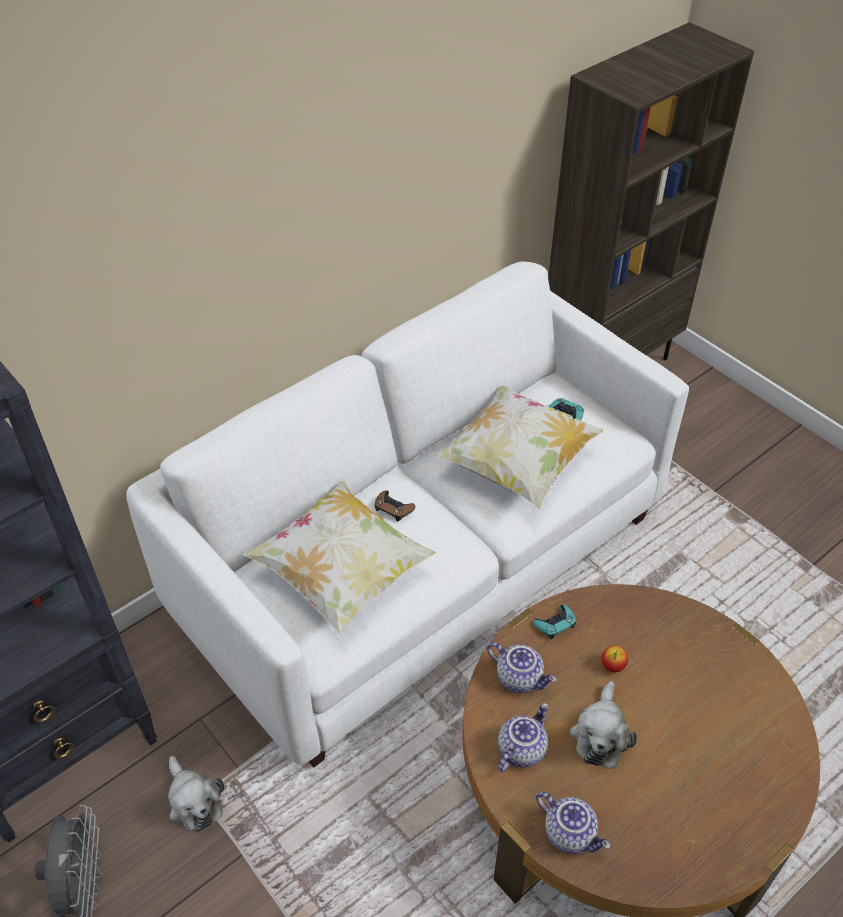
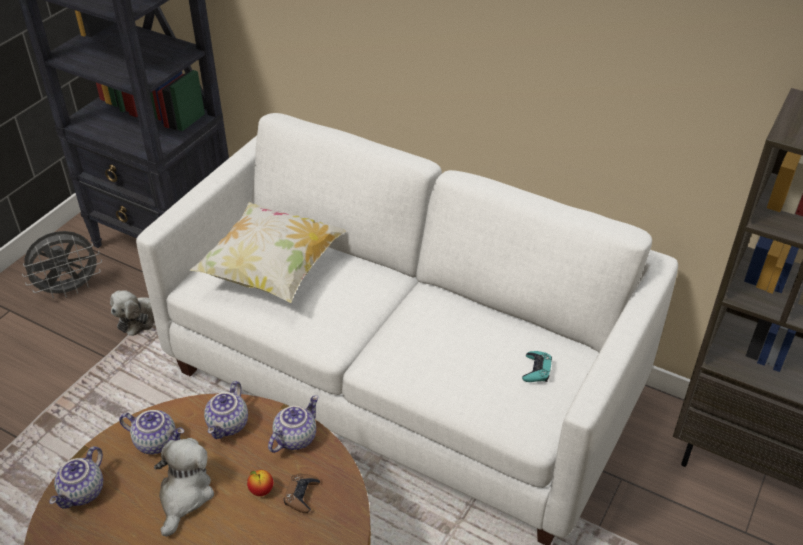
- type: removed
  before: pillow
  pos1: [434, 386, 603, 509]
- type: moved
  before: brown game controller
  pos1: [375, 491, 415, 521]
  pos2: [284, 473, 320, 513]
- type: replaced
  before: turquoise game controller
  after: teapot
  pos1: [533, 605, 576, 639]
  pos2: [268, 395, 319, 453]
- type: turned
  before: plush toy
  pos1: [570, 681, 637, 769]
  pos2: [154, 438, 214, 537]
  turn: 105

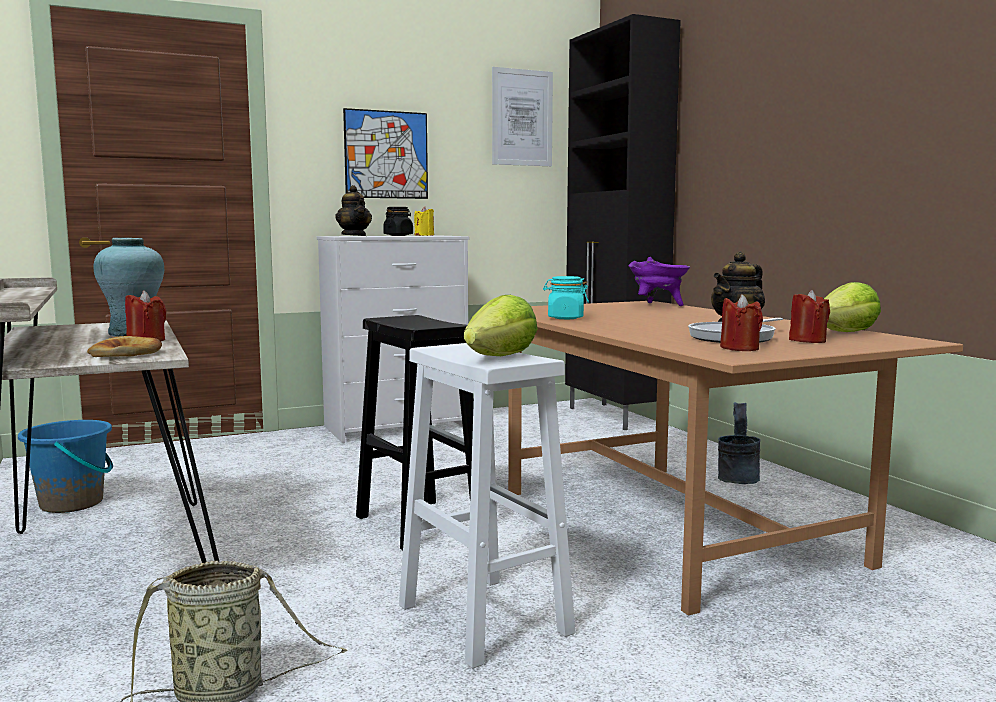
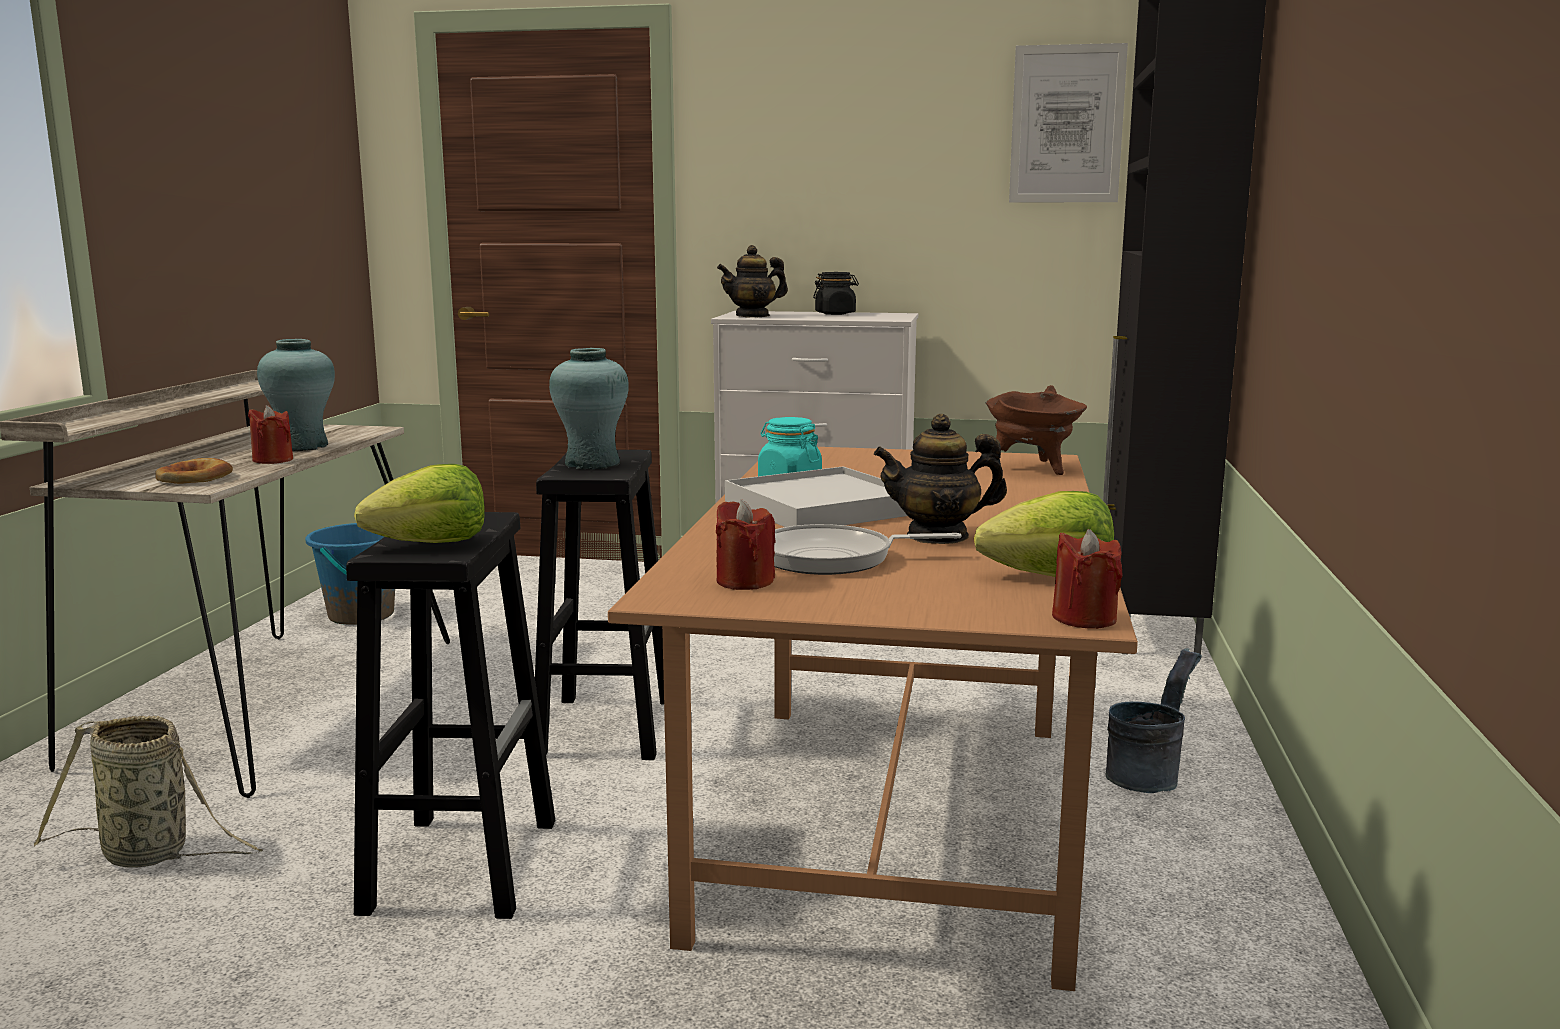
- type: removed
  before: picture
  pos1: [343, 108, 428, 199]
- type: turned
  before: teapot
  pos1: [335, 185, 372, 236]
  pos2: [717, 245, 788, 317]
  turn: 60
- type: removed
  before: yellow candle
  pos1: [414, 207, 434, 236]
- type: recoloured
  before: purple cooking pot
  after: brown cooking pot
  pos1: [628, 257, 690, 306]
  pos2: [985, 385, 1087, 475]
- type: moved
  before: red candle
  pos1: [789, 290, 830, 343]
  pos2: [1052, 529, 1123, 629]
- type: recoloured
  before: white stool
  after: black stool
  pos1: [399, 343, 576, 669]
  pos2: [346, 512, 555, 919]
- type: added
  after: turquoise vase
  pos2: [549, 348, 629, 469]
- type: added
  after: white tray
  pos2: [725, 467, 908, 527]

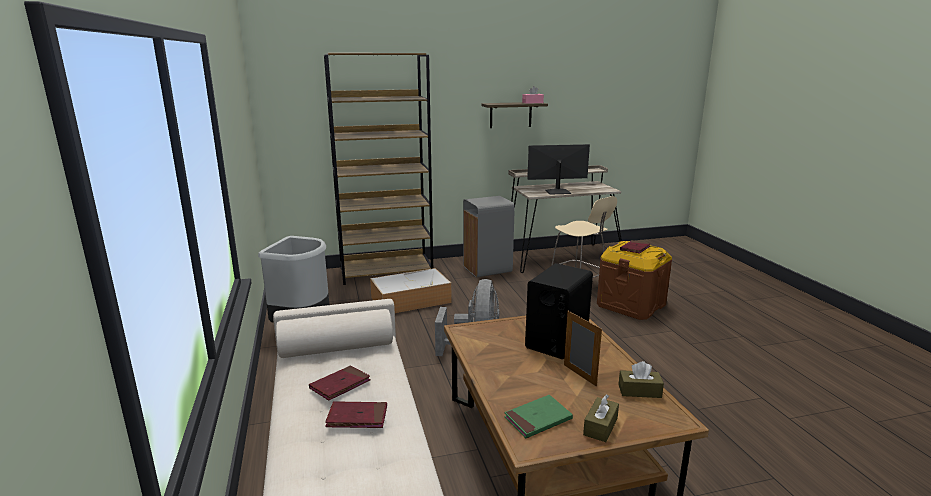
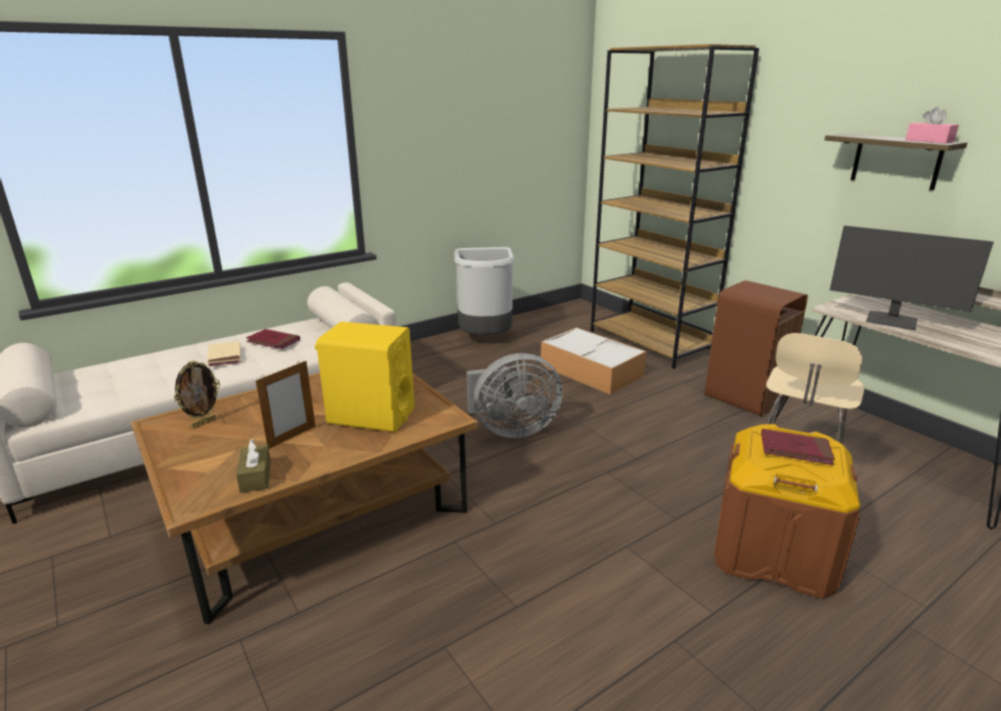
- type: turned
  before: monitor
  pos1: [527, 144, 590, 195]
  pos2: [830, 225, 994, 330]
  turn: 150
- type: recoloured
  before: grey trash can
  after: brown trash can
  pos1: [463, 196, 515, 277]
  pos2: [705, 280, 808, 417]
- type: recoloured
  before: black speaker
  after: yellow speaker
  pos1: [525, 263, 593, 359]
  pos2: [315, 322, 414, 432]
- type: removed
  before: brown tissue box
  pos1: [583, 394, 619, 442]
- type: replaced
  before: green book
  after: picture frame
  pos1: [504, 395, 573, 438]
  pos2: [174, 361, 220, 429]
- type: recoloured
  before: red book
  after: beige book
  pos1: [325, 401, 387, 428]
  pos2: [207, 341, 241, 367]

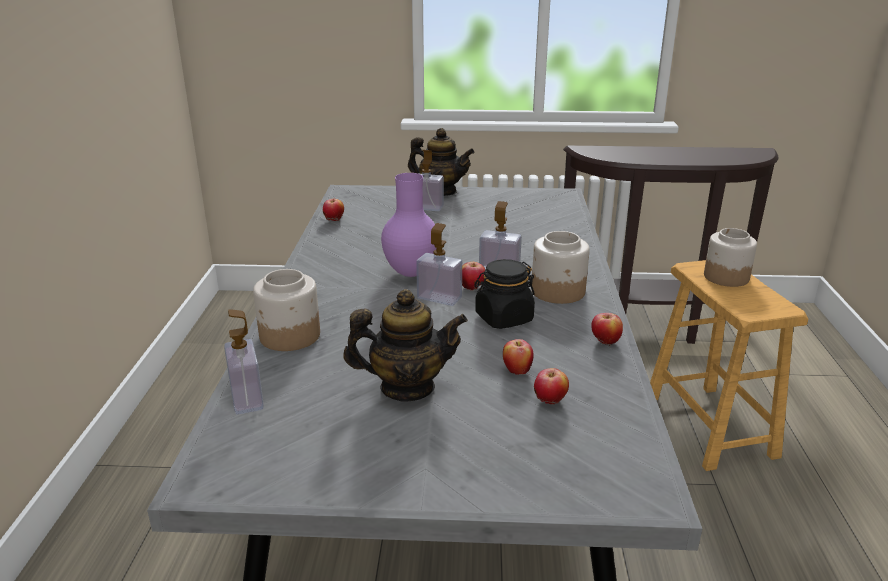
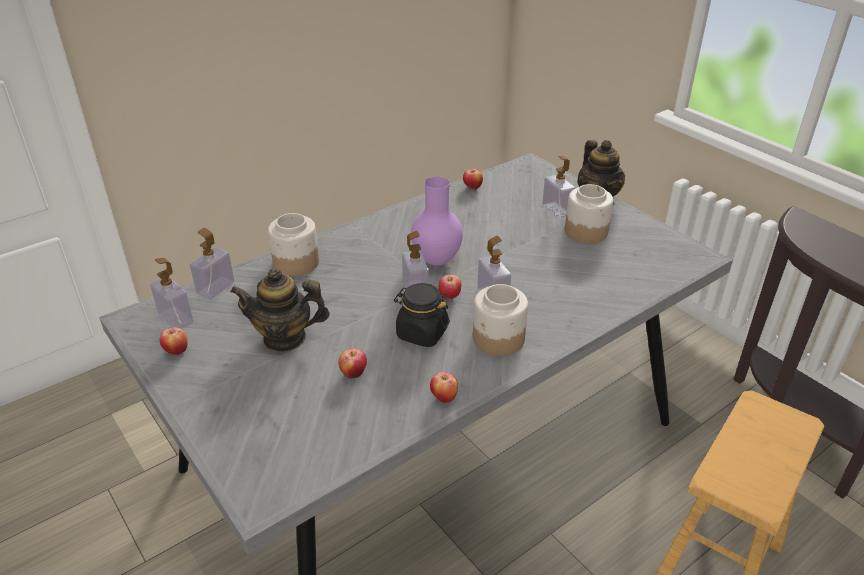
- type: moved
  before: jar
  pos1: [704, 228, 757, 287]
  pos2: [565, 184, 613, 244]
- type: turned
  before: teapot
  pos1: [343, 289, 468, 402]
  pos2: [230, 268, 330, 352]
  turn: 135
- type: moved
  before: apple
  pos1: [534, 368, 569, 404]
  pos2: [159, 327, 188, 355]
- type: added
  after: soap dispenser
  pos2: [150, 258, 193, 329]

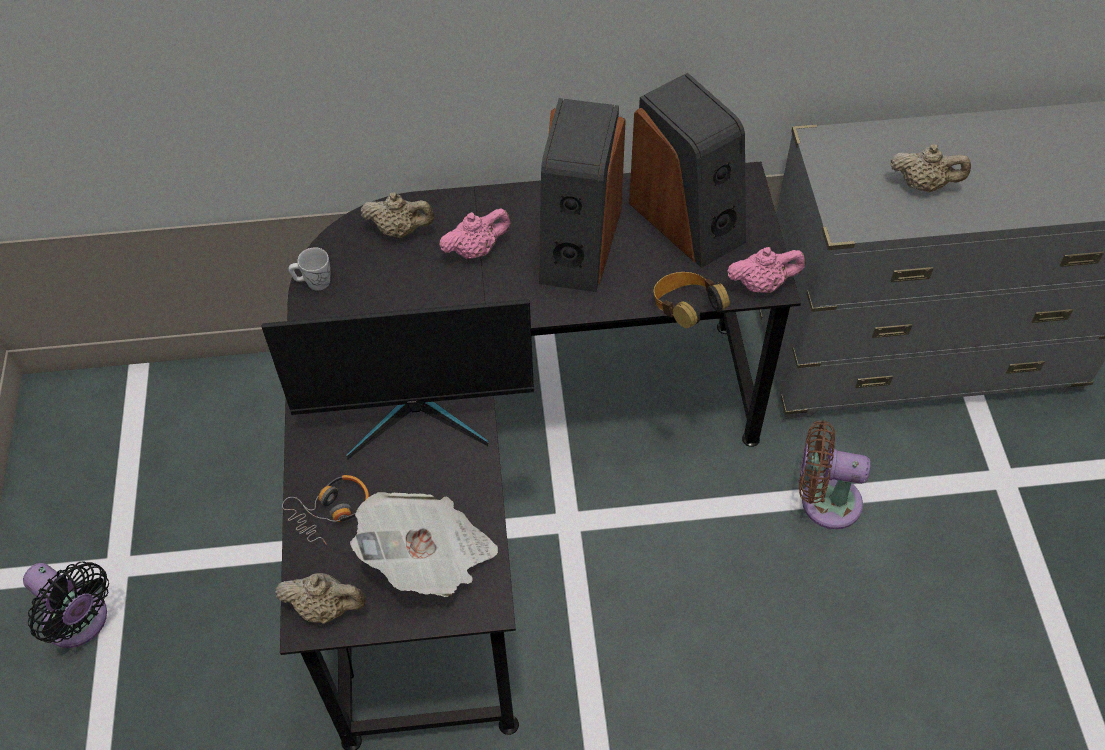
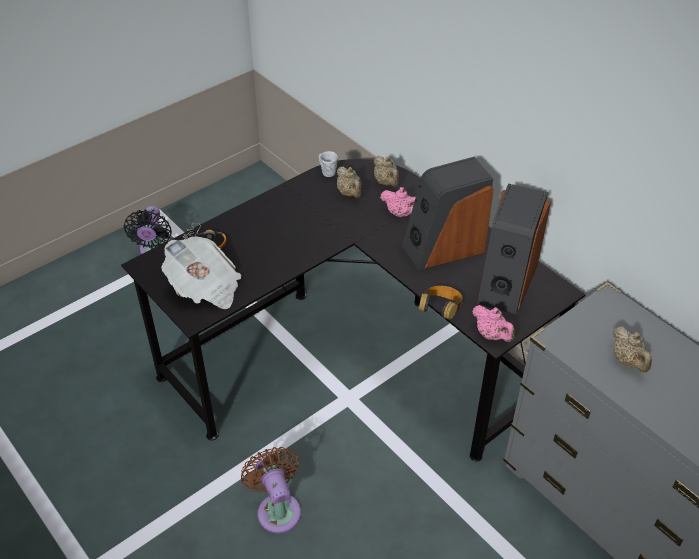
- type: removed
  before: monitor
  pos1: [262, 299, 534, 459]
- type: moved
  before: brown fan
  pos1: [799, 420, 871, 529]
  pos2: [241, 447, 301, 533]
- type: moved
  before: beige teapot
  pos1: [275, 573, 366, 624]
  pos2: [336, 166, 362, 198]

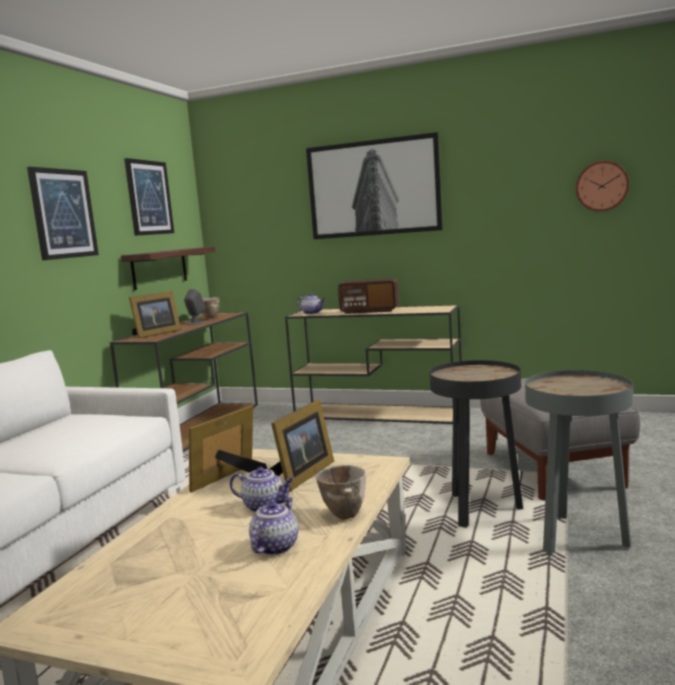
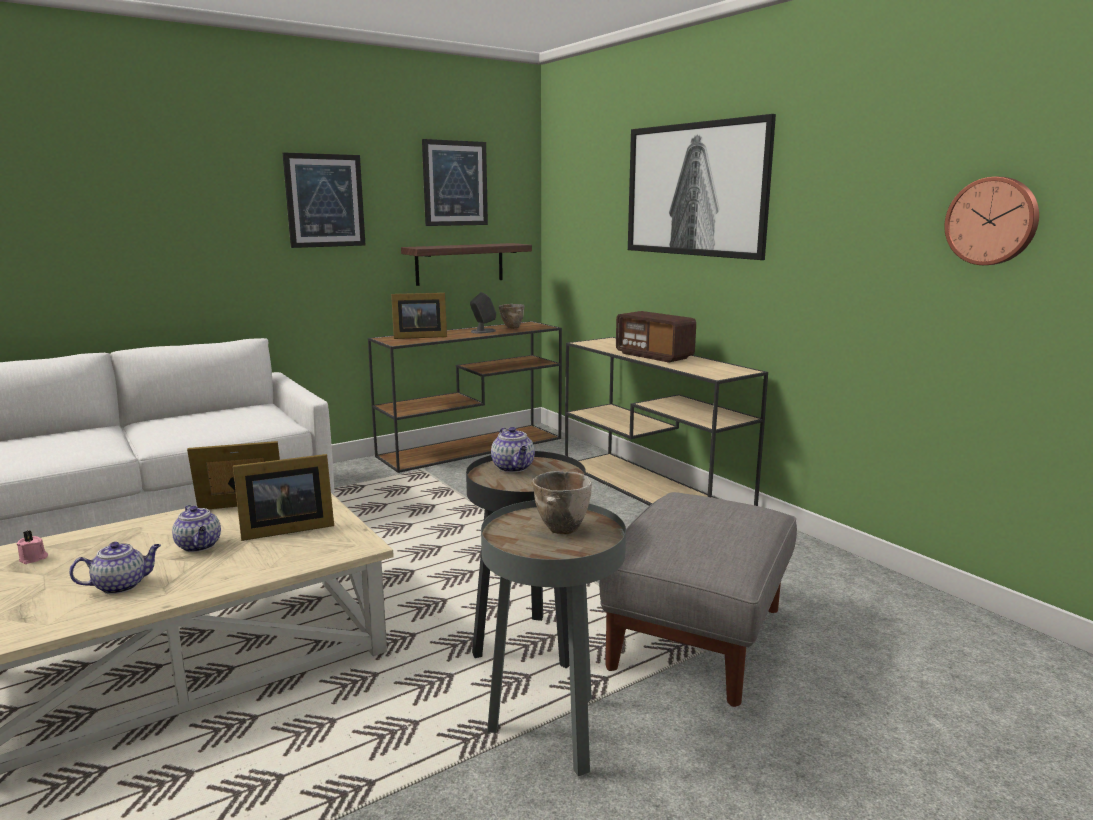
- type: moved
  before: teapot
  pos1: [297, 293, 325, 314]
  pos2: [491, 427, 535, 473]
- type: moved
  before: bowl
  pos1: [316, 465, 366, 520]
  pos2: [533, 471, 592, 534]
- type: added
  after: pink candle
  pos2: [17, 530, 48, 564]

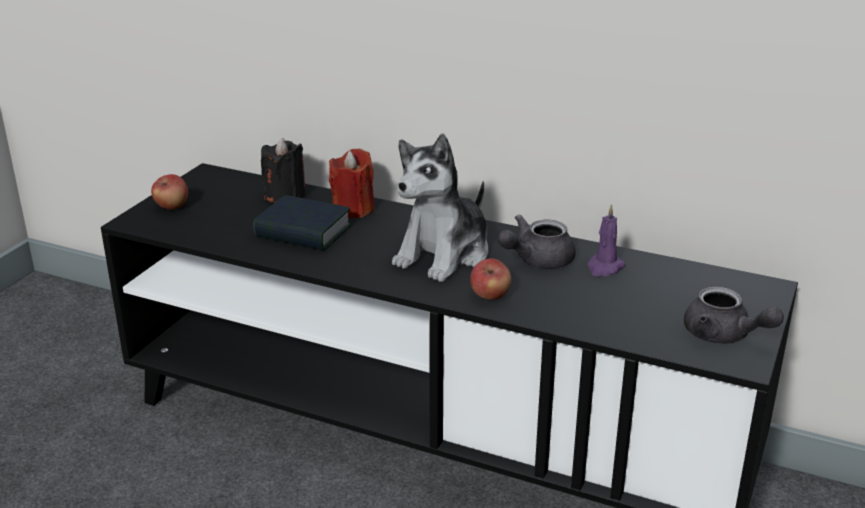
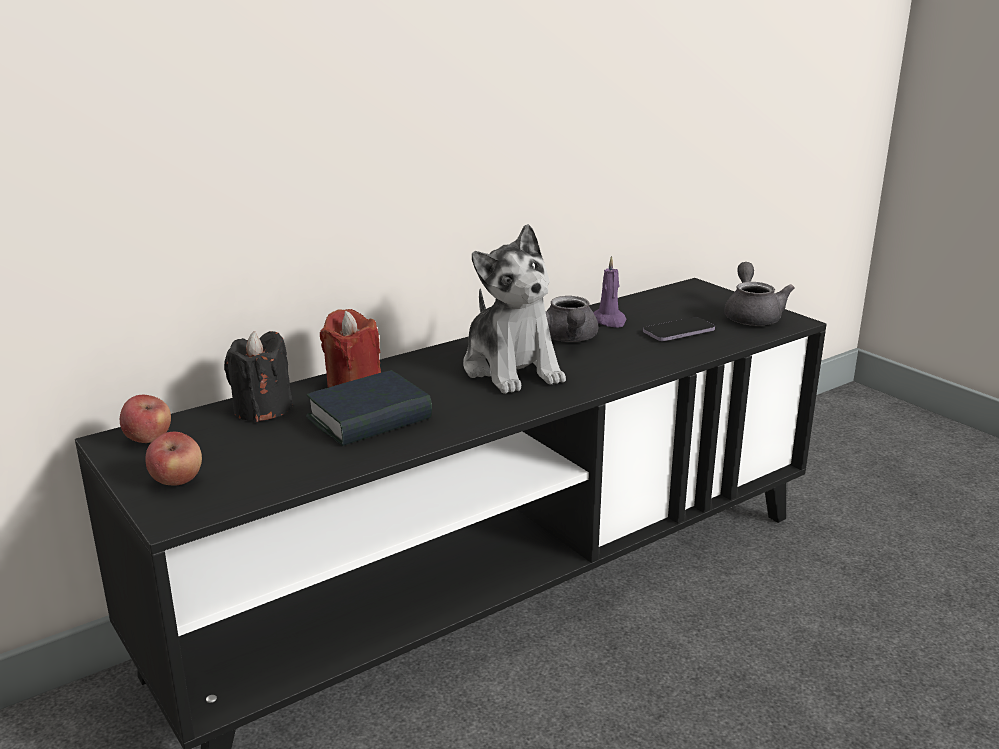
- type: moved
  before: apple
  pos1: [470, 258, 511, 300]
  pos2: [120, 395, 171, 443]
- type: turned
  before: grey teapot
  pos1: [684, 286, 784, 344]
  pos2: [724, 262, 794, 326]
  turn: -75
- type: added
  after: phone
  pos2: [643, 317, 715, 341]

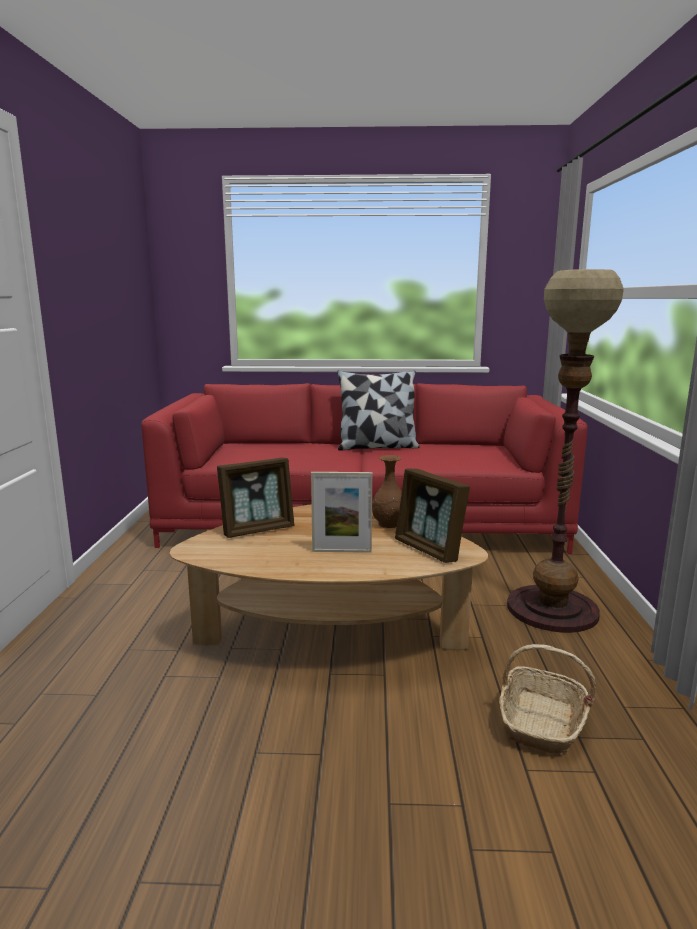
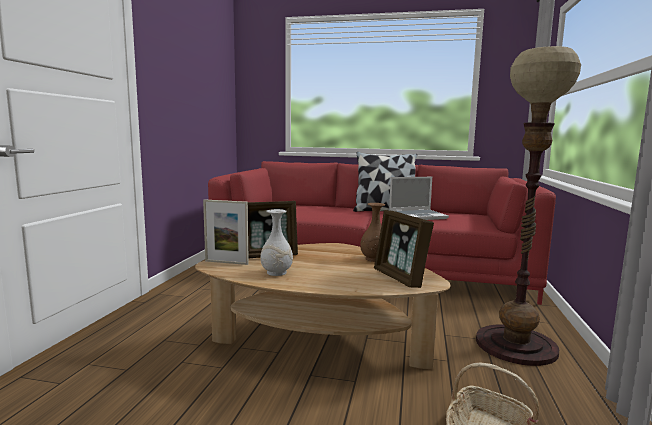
- type: moved
  before: picture frame
  pos1: [311, 472, 372, 553]
  pos2: [203, 200, 249, 265]
- type: added
  after: laptop
  pos2: [389, 177, 449, 220]
- type: added
  after: white vase
  pos2: [260, 209, 293, 276]

